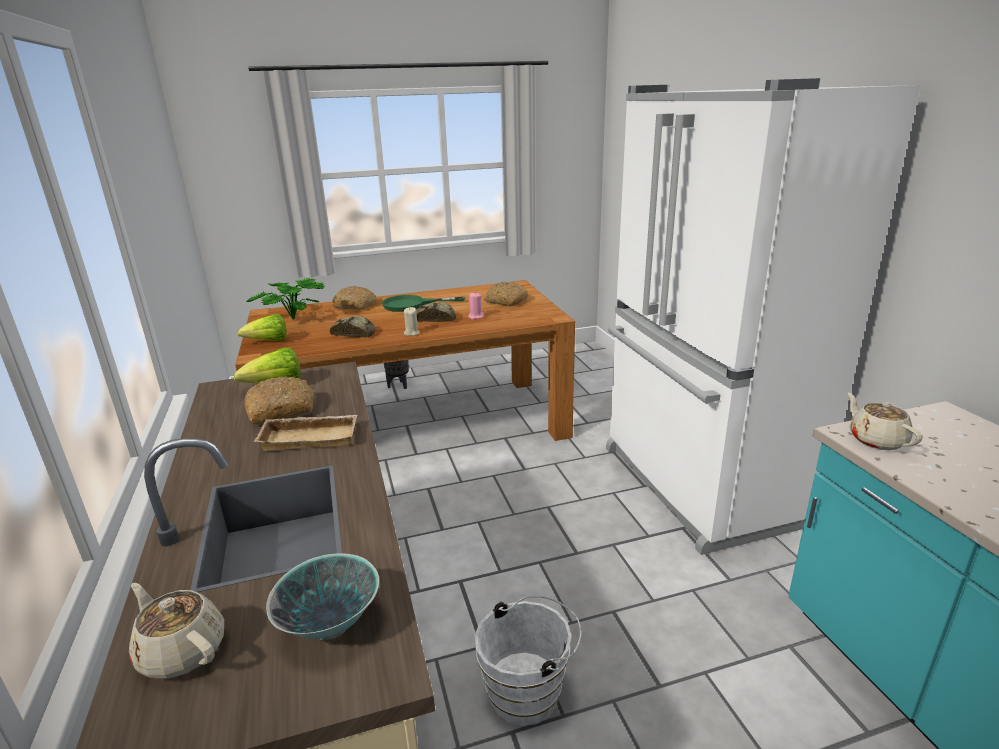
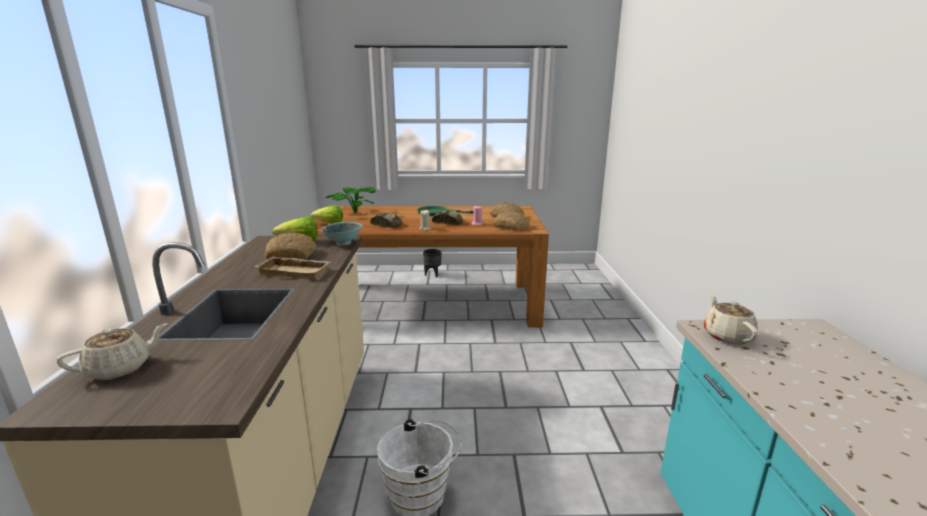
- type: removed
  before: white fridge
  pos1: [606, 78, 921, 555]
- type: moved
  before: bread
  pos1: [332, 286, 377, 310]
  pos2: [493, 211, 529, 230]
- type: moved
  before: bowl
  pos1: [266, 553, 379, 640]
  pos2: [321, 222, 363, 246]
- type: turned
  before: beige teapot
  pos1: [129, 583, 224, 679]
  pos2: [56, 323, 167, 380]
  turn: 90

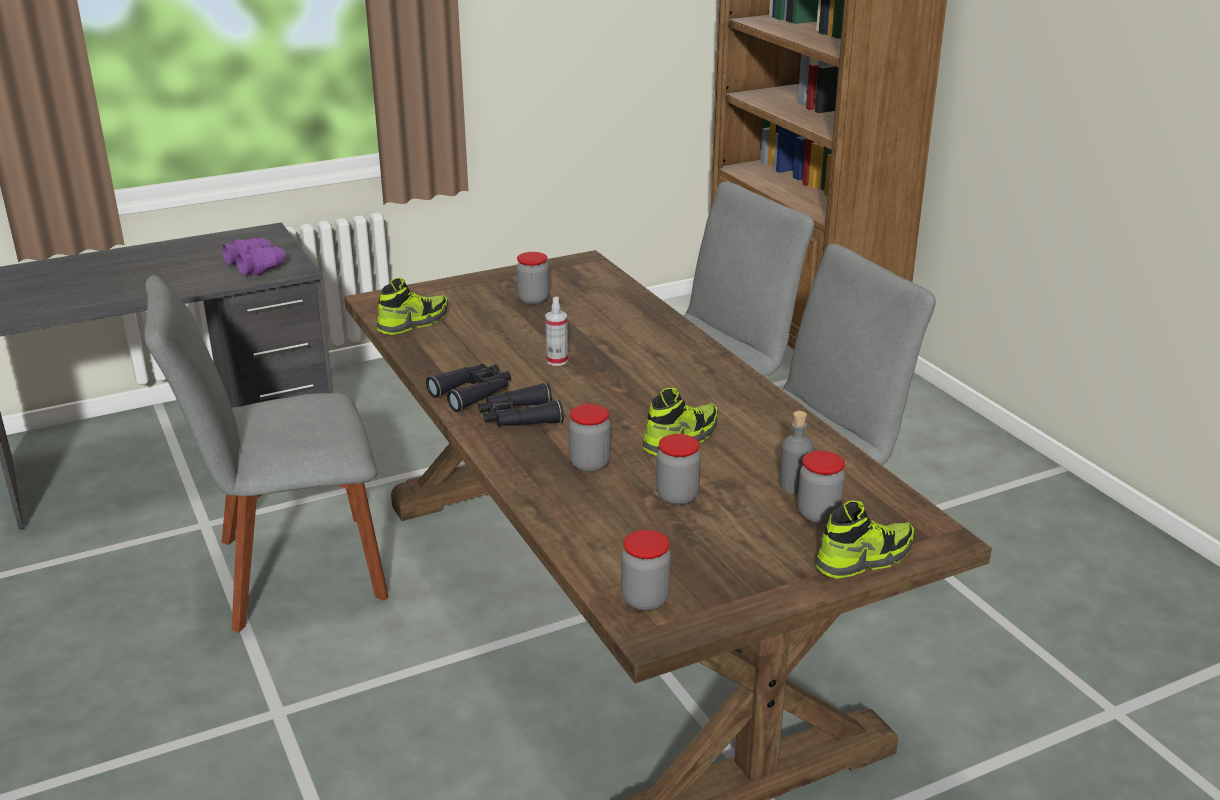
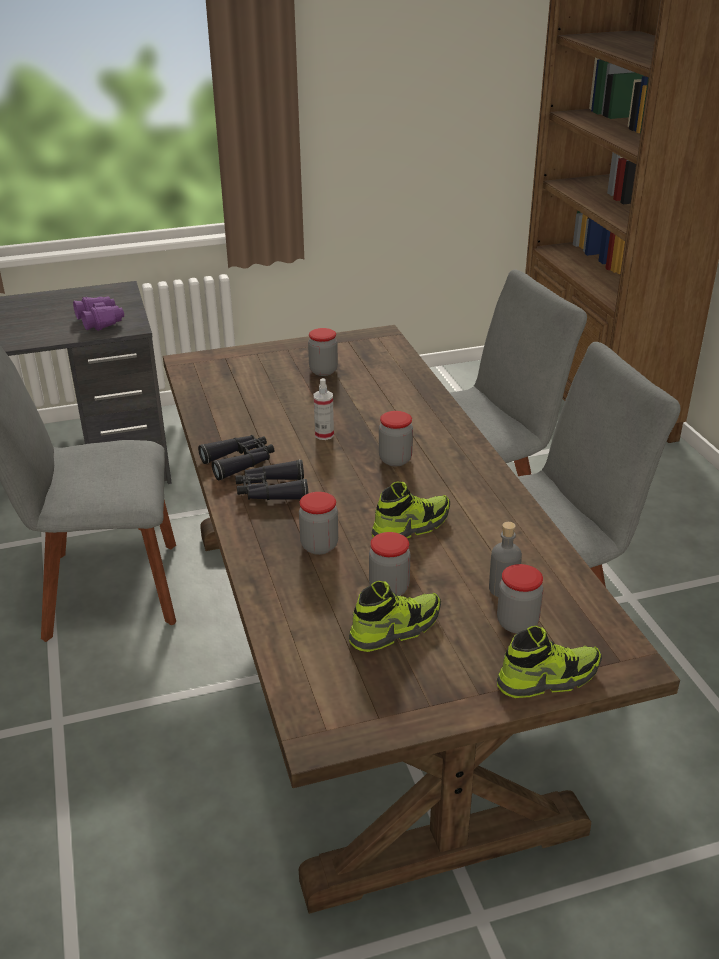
- type: moved
  before: shoe
  pos1: [376, 278, 448, 335]
  pos2: [349, 581, 441, 652]
- type: moved
  before: jar
  pos1: [621, 530, 671, 611]
  pos2: [379, 411, 413, 466]

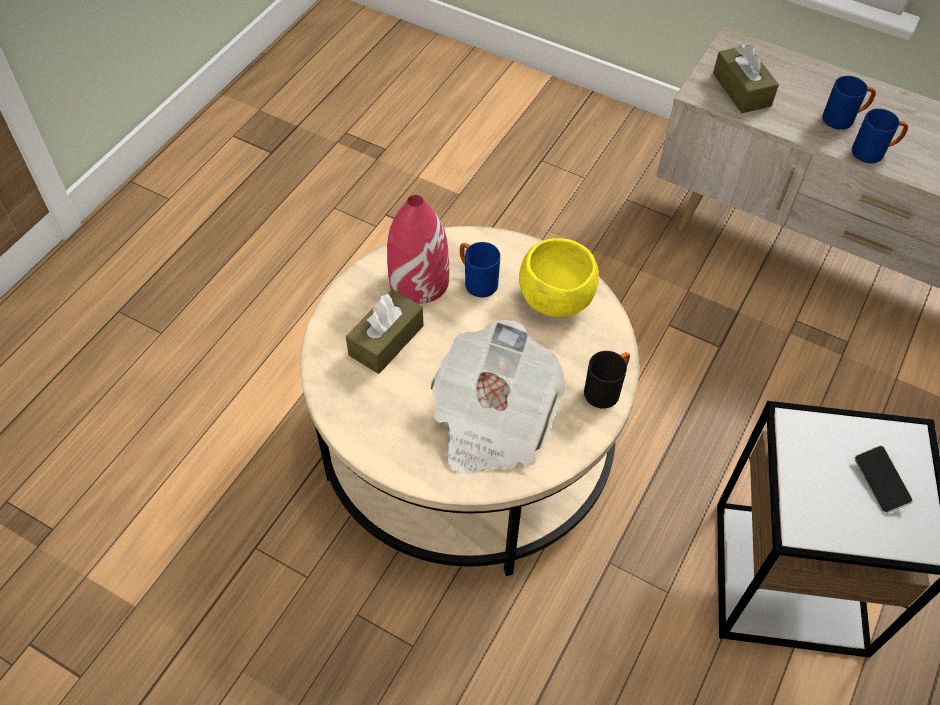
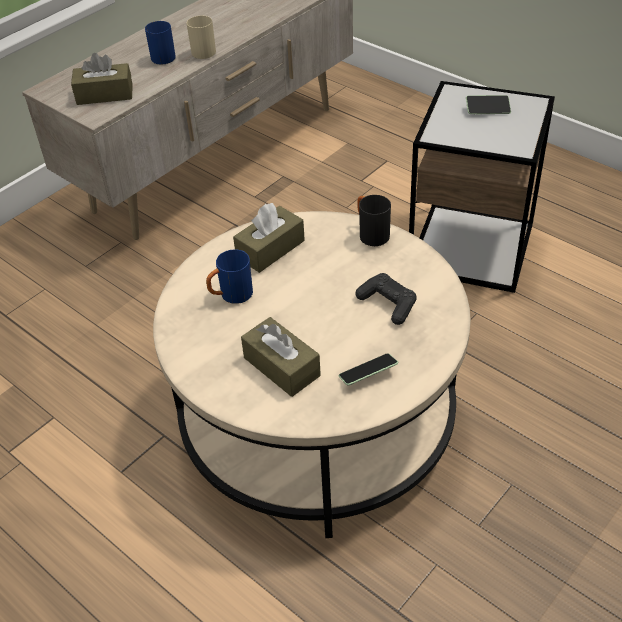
- type: recoloured
  before: blue mug
  after: beige mug
  pos1: [852, 109, 908, 163]
  pos2: [187, 16, 216, 59]
- type: removed
  before: red vase
  pos1: [387, 195, 449, 304]
- type: replaced
  before: yellow bowl
  after: brown tissue box
  pos1: [519, 238, 599, 317]
  pos2: [233, 203, 305, 273]
- type: replaced
  before: newspaper
  after: black game controller
  pos1: [431, 320, 566, 474]
  pos2: [355, 273, 417, 325]
- type: added
  after: phone
  pos2: [339, 353, 398, 385]

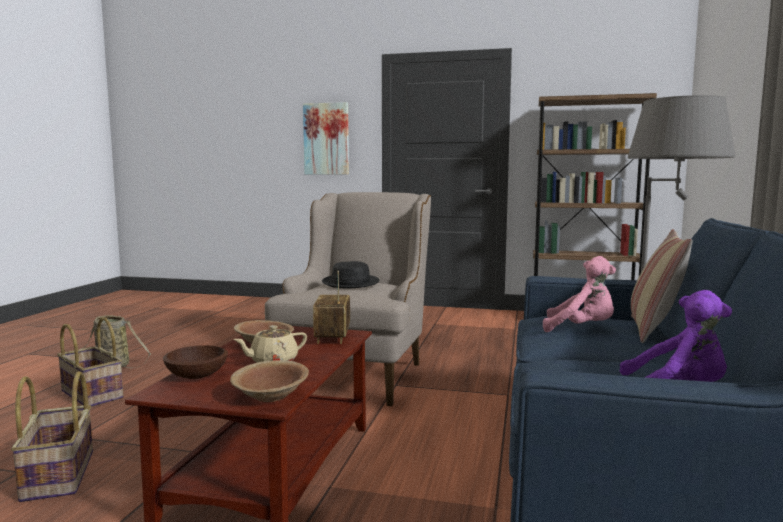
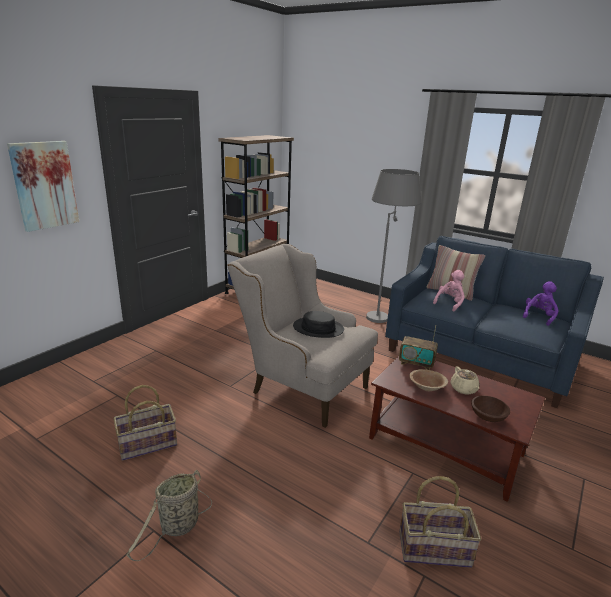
- type: moved
  before: basket
  pos1: [57, 318, 124, 407]
  pos2: [113, 385, 177, 461]
- type: removed
  before: brown bowl
  pos1: [230, 360, 309, 402]

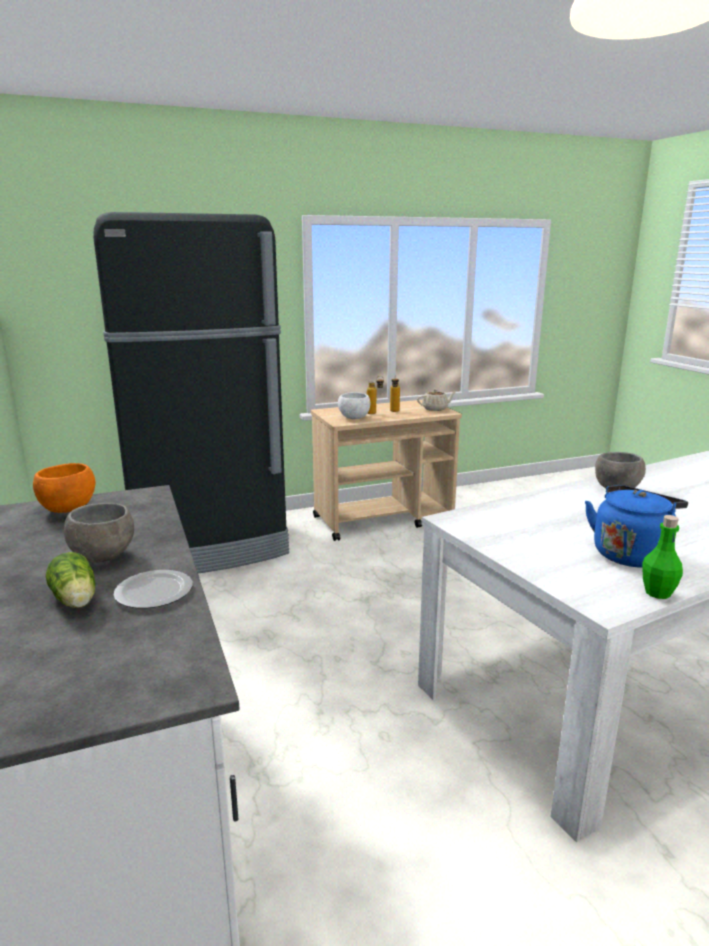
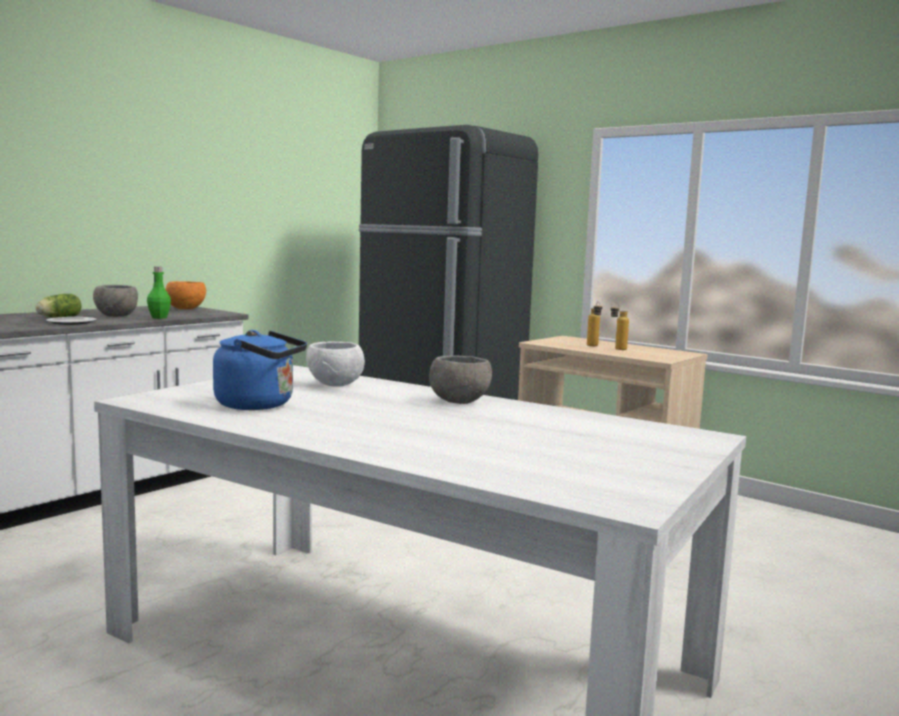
- type: removed
  before: beige teapot
  pos1: [417, 389, 456, 411]
- type: moved
  before: white bowl
  pos1: [338, 392, 371, 419]
  pos2: [306, 342, 365, 387]
- type: moved
  before: green bottle
  pos1: [642, 515, 683, 599]
  pos2: [147, 267, 171, 319]

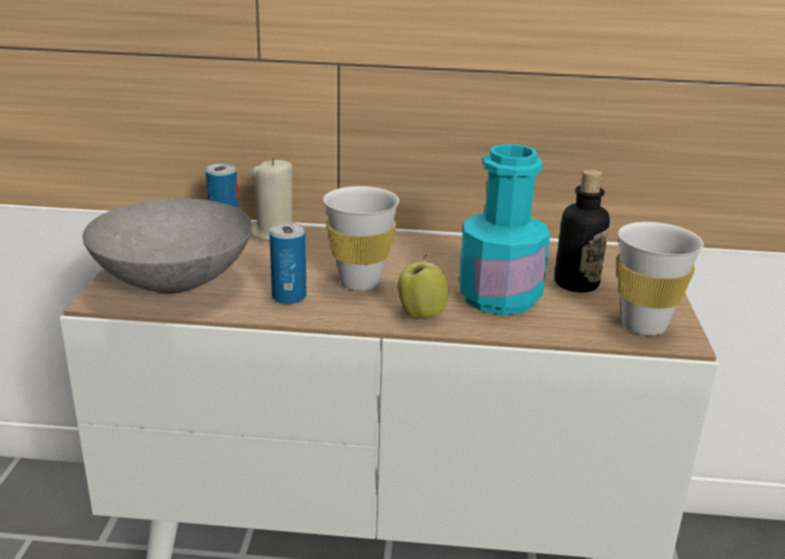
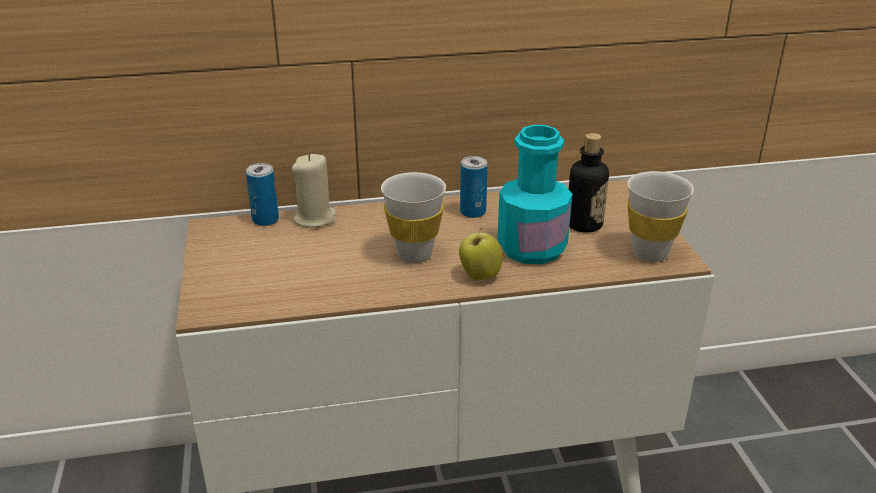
- type: removed
  before: grey bowl
  pos1: [82, 198, 252, 295]
- type: moved
  before: can
  pos1: [269, 222, 307, 304]
  pos2: [460, 156, 488, 218]

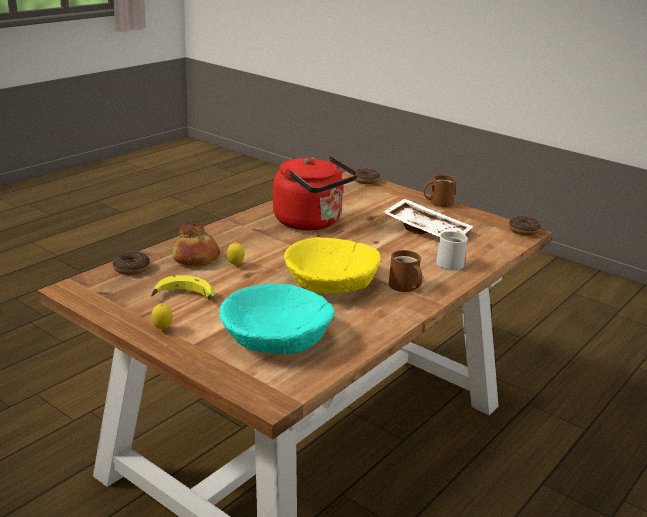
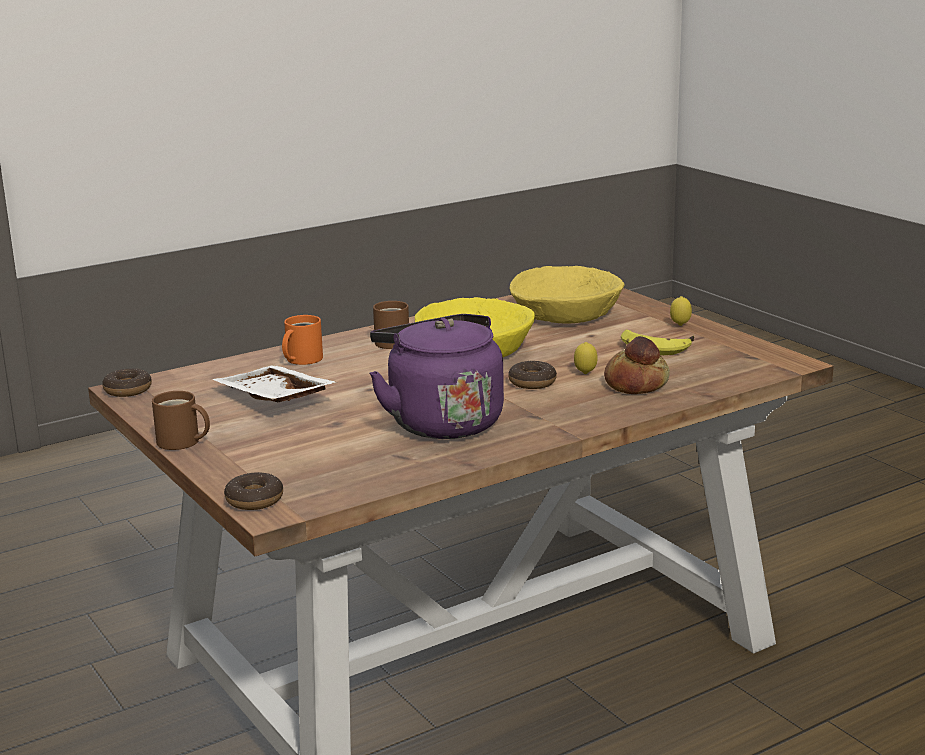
- type: recoloured
  before: red kettle
  after: purple kettle
  pos1: [273, 156, 358, 230]
  pos2: [370, 314, 504, 439]
- type: recoloured
  before: white mug
  after: orange mug
  pos1: [436, 231, 467, 270]
  pos2: [282, 315, 323, 365]
- type: moved
  before: donut
  pos1: [113, 251, 150, 275]
  pos2: [508, 361, 557, 389]
- type: recoloured
  before: turquoise bowl
  after: yellow bowl
  pos1: [220, 284, 334, 354]
  pos2: [509, 266, 624, 324]

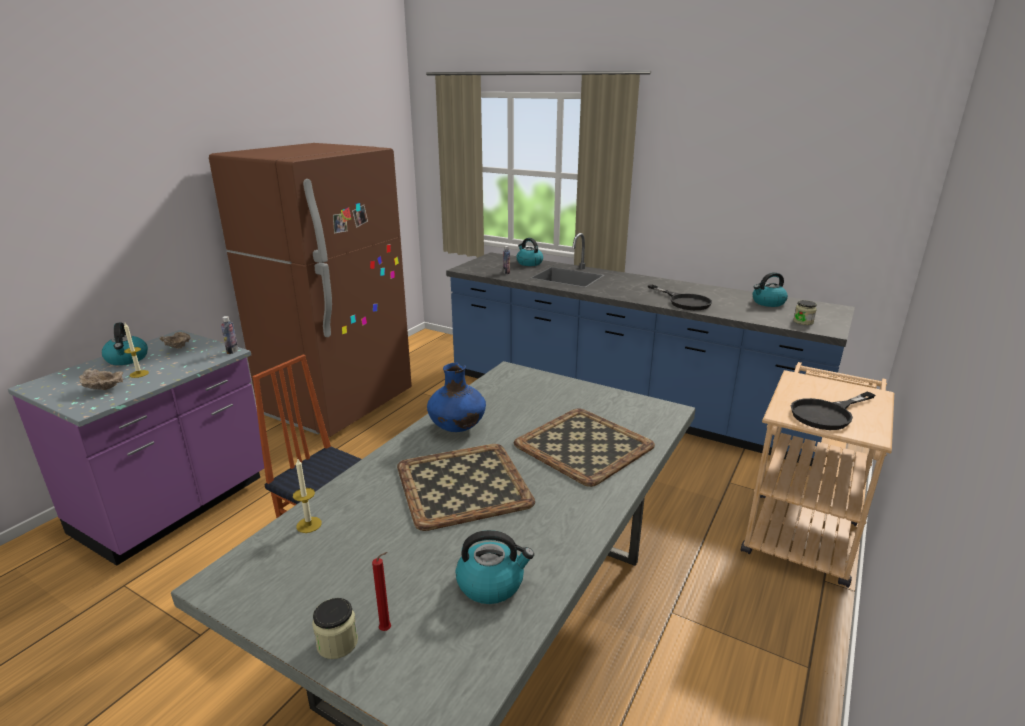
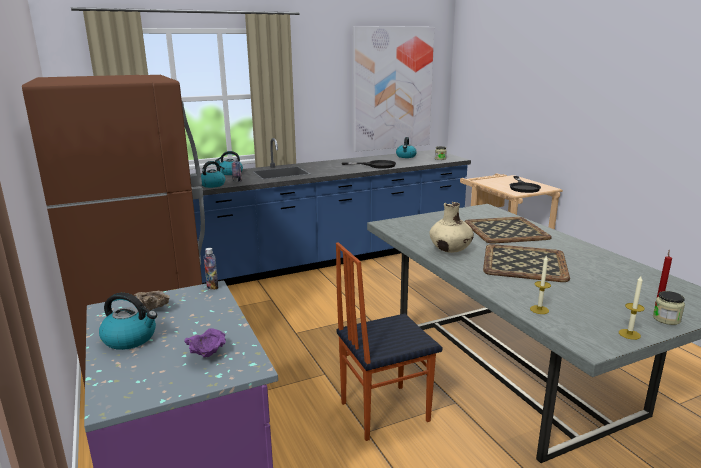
- type: moved
  before: candle
  pos1: [124, 323, 149, 378]
  pos2: [619, 276, 645, 340]
- type: recoloured
  before: blue vase
  after: beige vase
  pos1: [427, 363, 486, 432]
  pos2: [429, 202, 474, 253]
- type: recoloured
  before: beige bowl
  after: purple bowl
  pos1: [79, 369, 124, 390]
  pos2: [184, 328, 226, 358]
- type: moved
  before: kettle
  pos1: [456, 530, 534, 604]
  pos2: [201, 161, 225, 188]
- type: added
  after: picture
  pos2: [353, 26, 434, 152]

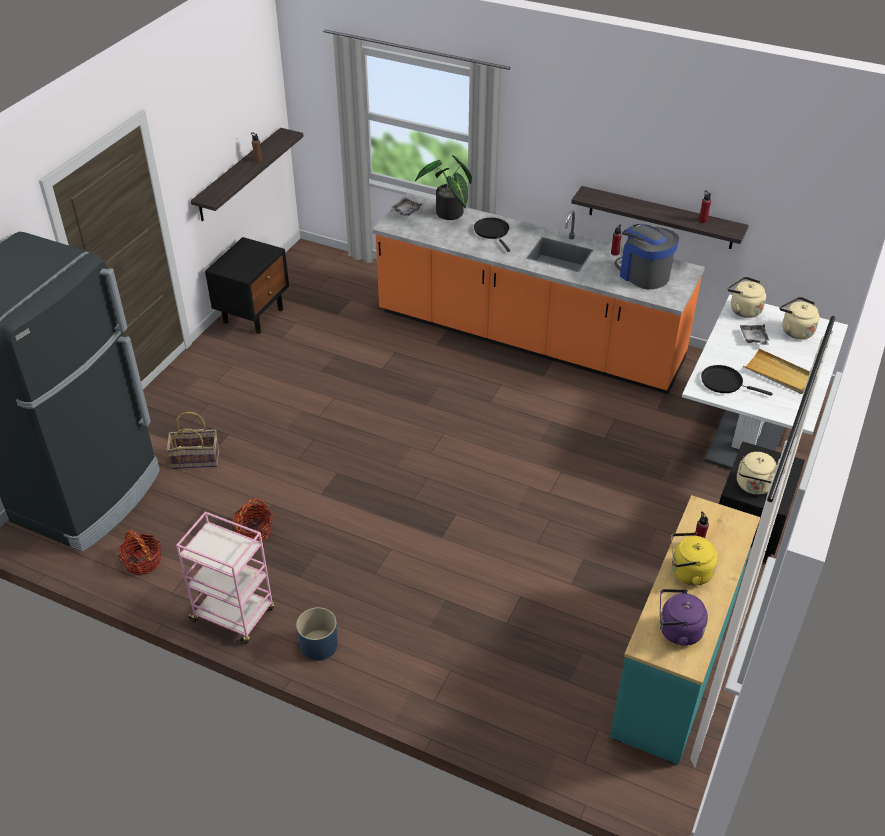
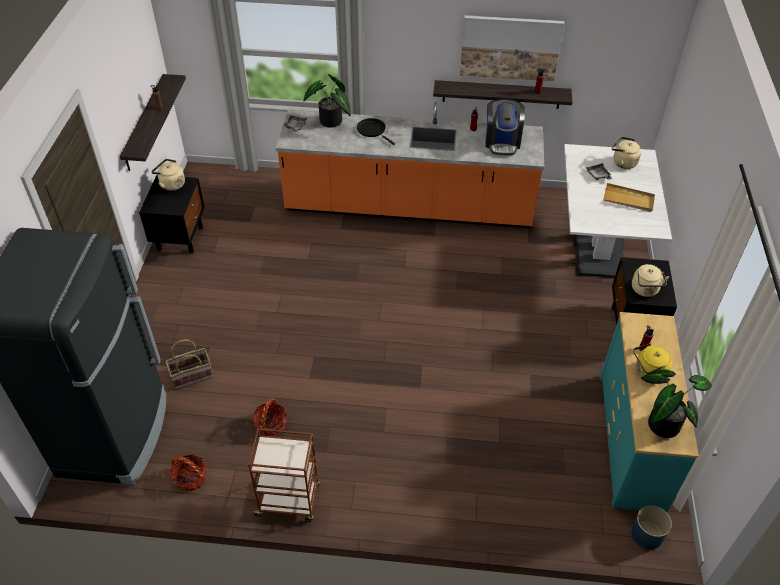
- type: turned
  before: coffee machine
  pos1: [614, 224, 679, 289]
  pos2: [485, 99, 525, 155]
  turn: -120
- type: moved
  before: beige kettle
  pos1: [727, 277, 766, 318]
  pos2: [151, 159, 185, 191]
- type: removed
  before: black frying pan
  pos1: [701, 365, 773, 396]
- type: recoloured
  before: pink cart
  after: brown cart
  pos1: [176, 512, 275, 644]
  pos2: [248, 428, 320, 522]
- type: replaced
  before: purple kettle
  after: potted plant
  pos1: [660, 589, 708, 646]
  pos2: [641, 369, 712, 438]
- type: moved
  before: blue planter
  pos1: [296, 607, 338, 661]
  pos2: [631, 505, 672, 550]
- type: added
  after: picture
  pos2: [460, 15, 564, 81]

